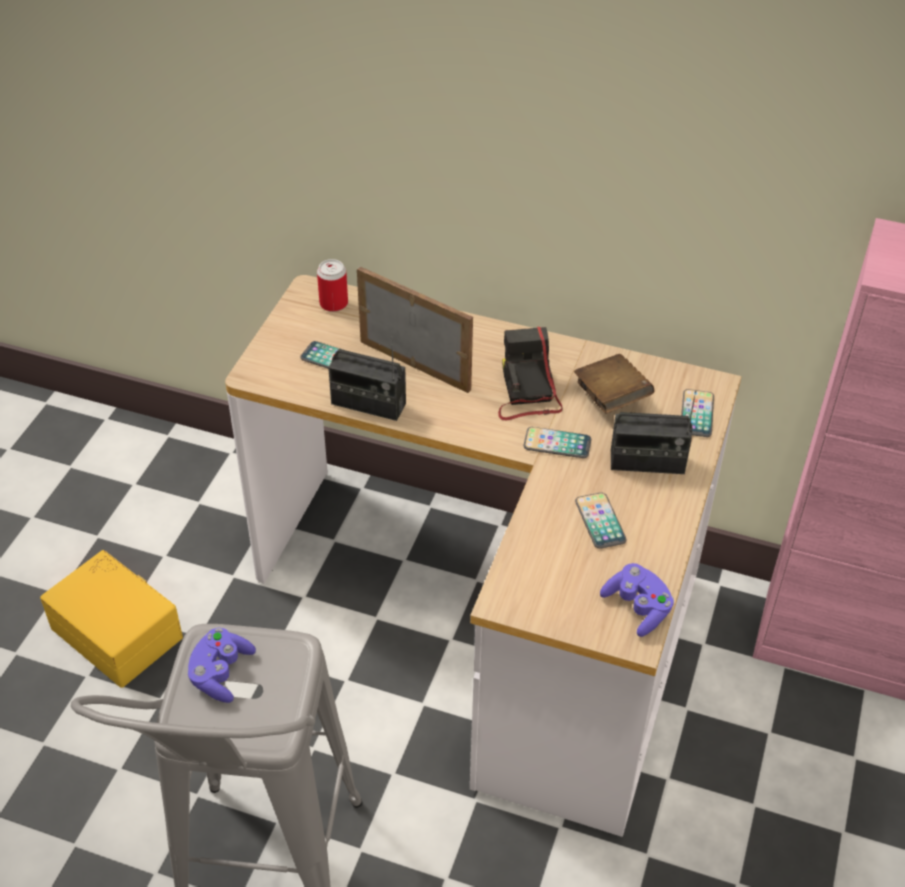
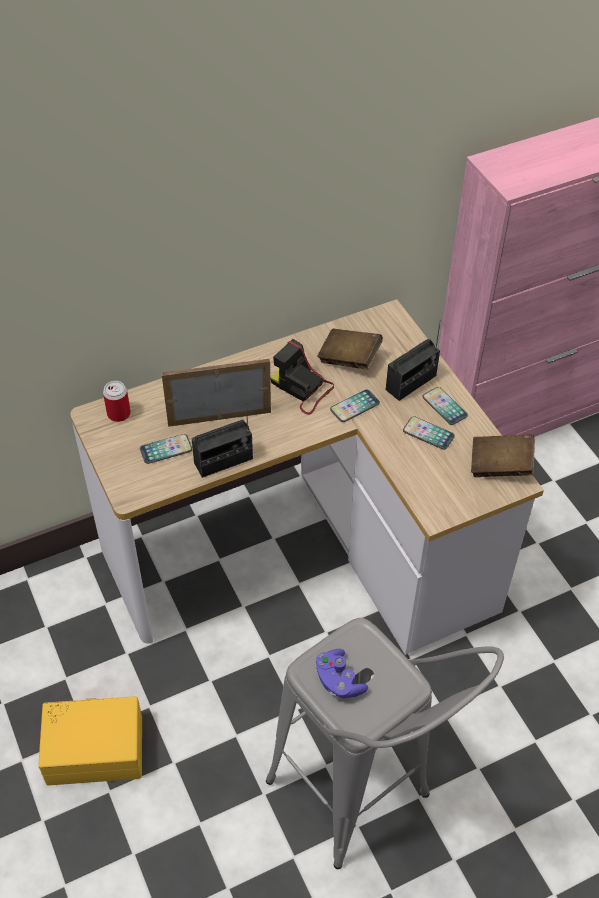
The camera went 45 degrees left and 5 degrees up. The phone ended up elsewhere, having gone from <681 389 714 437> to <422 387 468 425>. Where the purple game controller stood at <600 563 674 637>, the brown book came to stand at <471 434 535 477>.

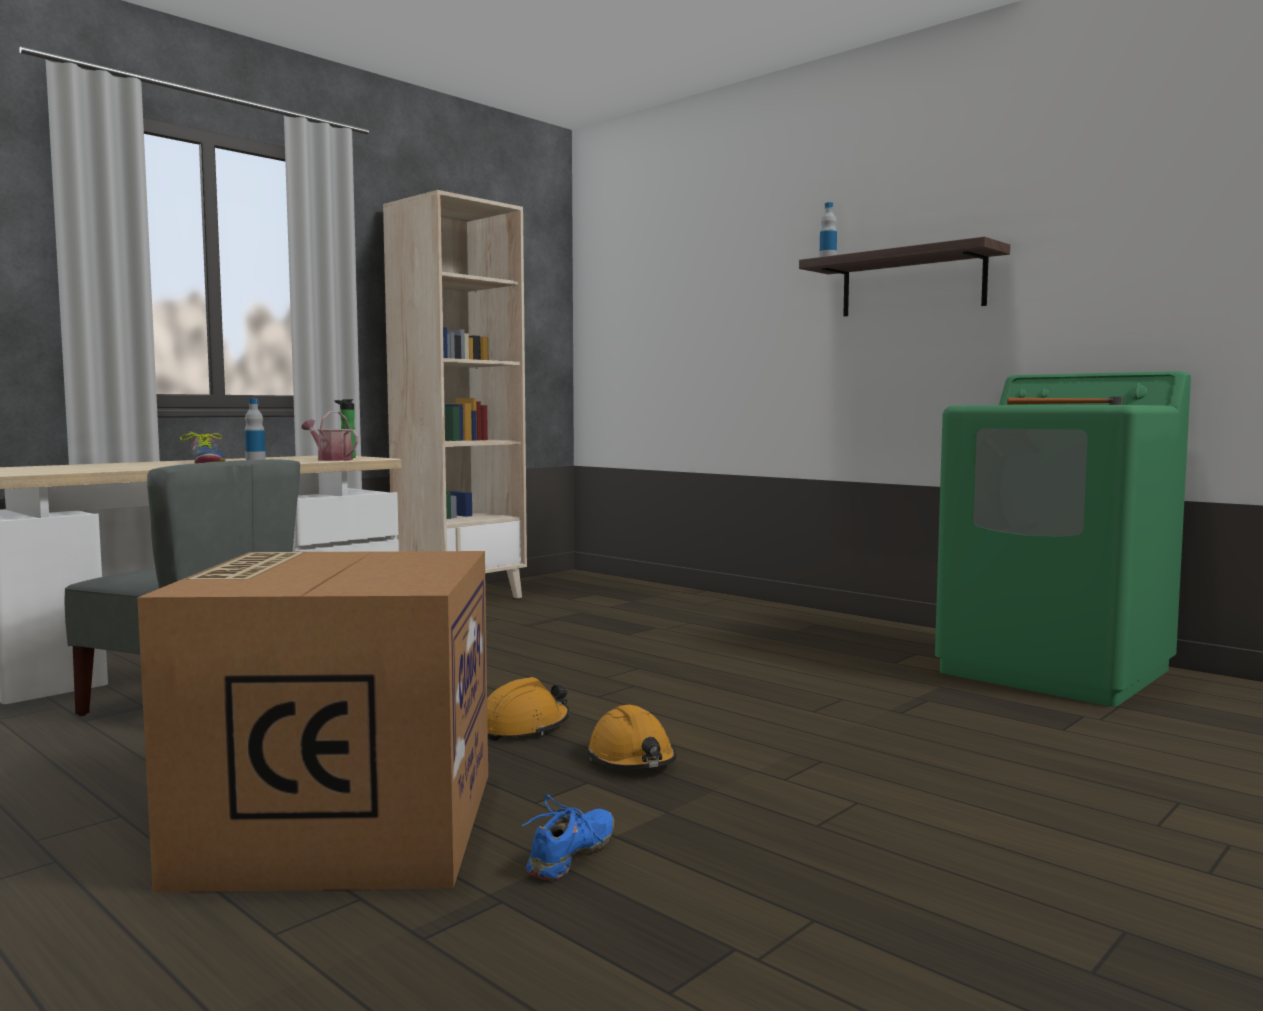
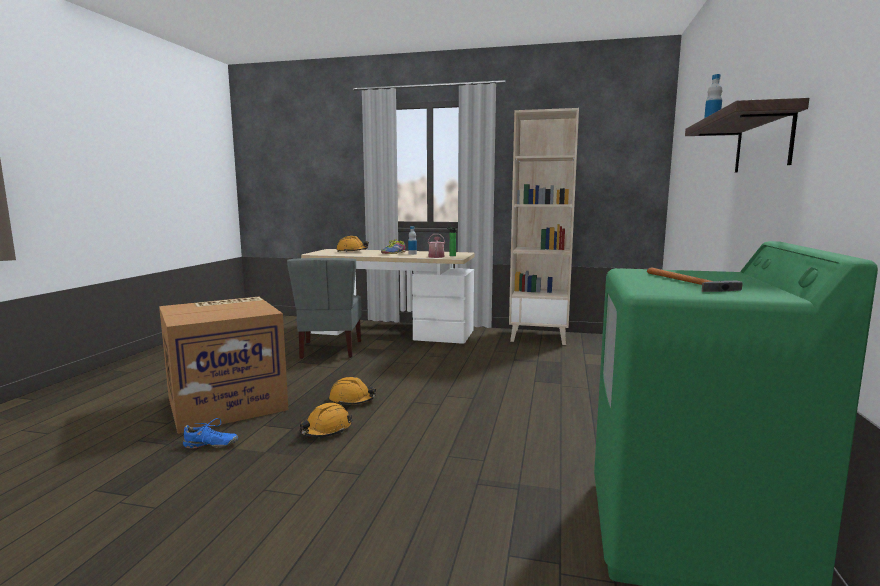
The camera went 60 degrees right and 5 degrees up. The second view gained the orange hard hat at <336 236 369 252>.

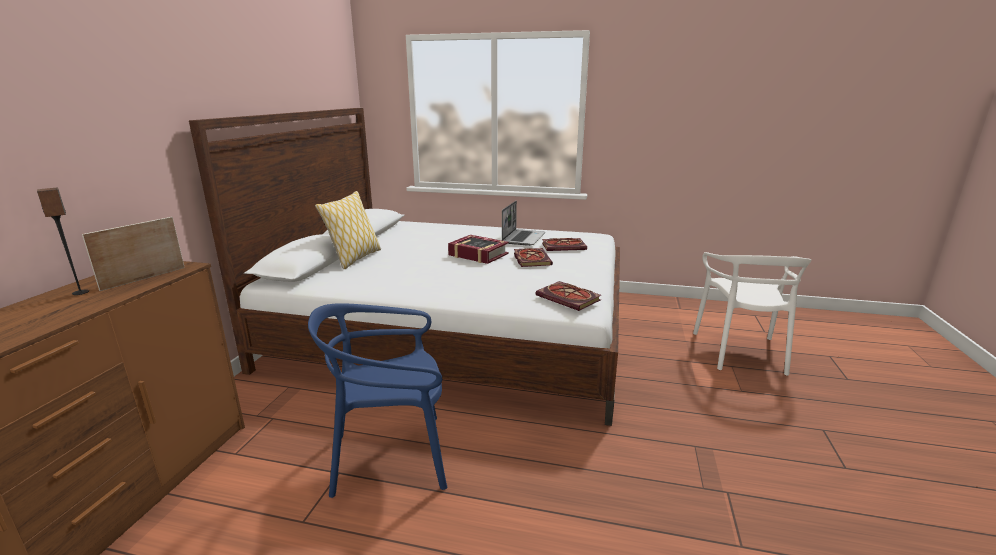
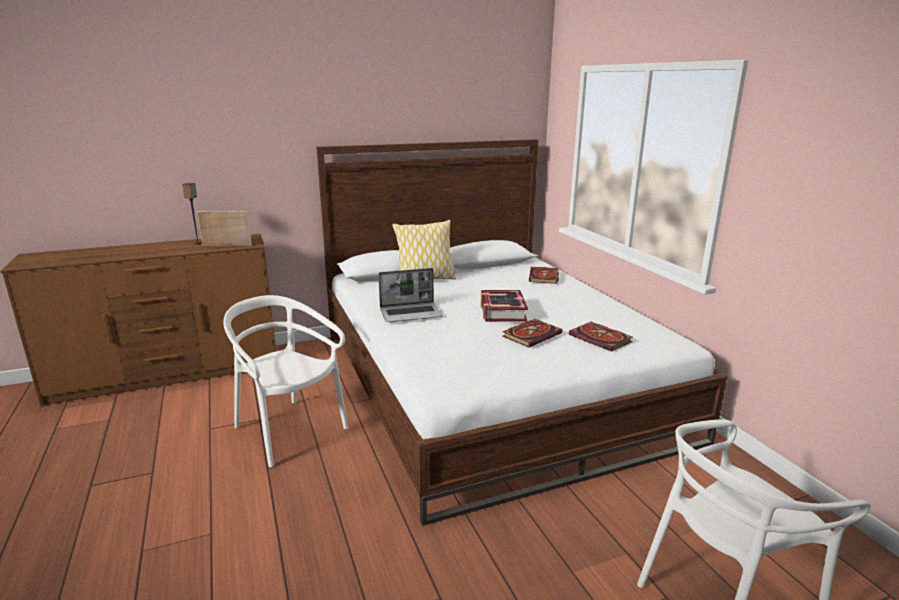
The camera went 55 degrees right and 0 degrees up. What was the blue chair at <308 303 447 498> turned into the white chair at <223 295 349 467>. The laptop ended up elsewhere, having gone from <502 201 545 246> to <378 268 443 322>. The book ended up elsewhere, having gone from <535 281 601 311> to <529 267 559 284>.

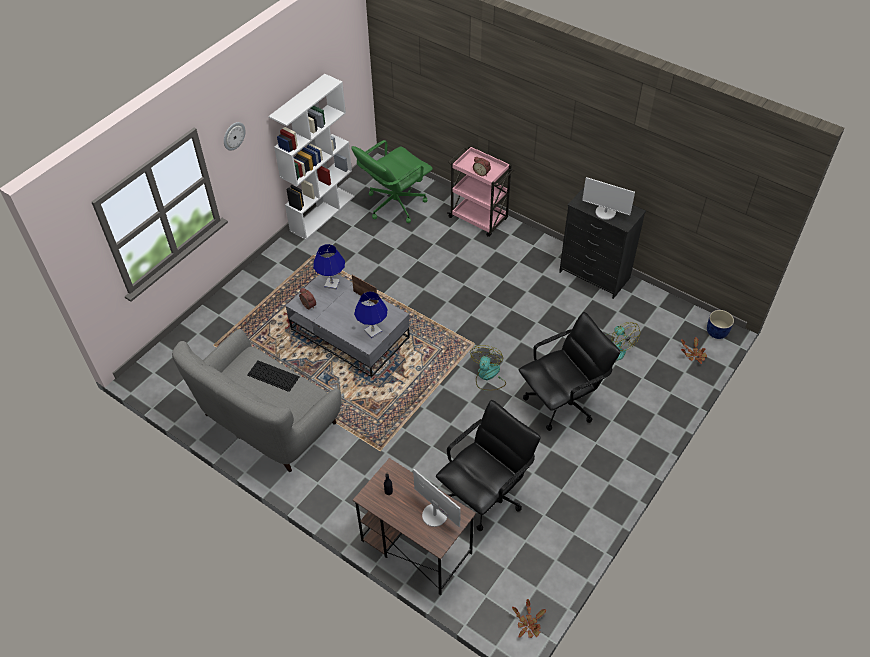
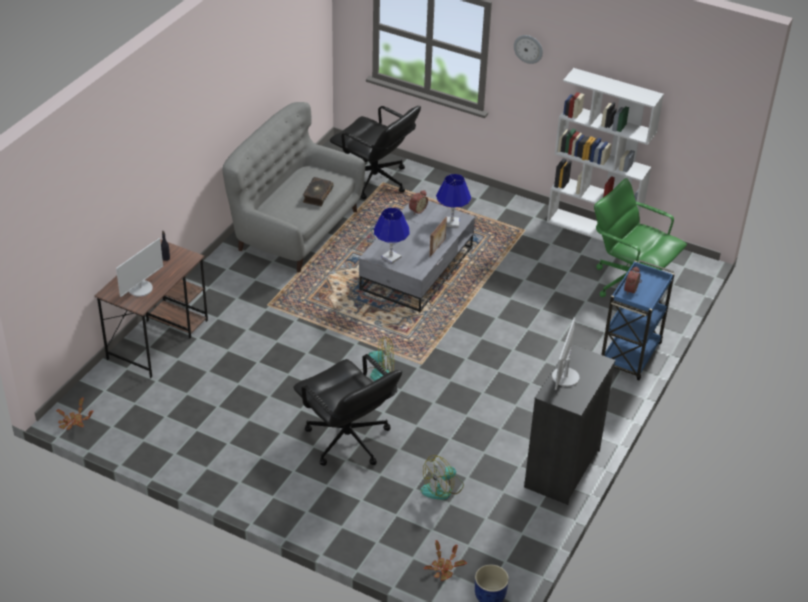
The camera went 80 degrees right and 10 degrees down. Where the keyboard stood at <247 361 300 392>, the book came to stand at <303 177 334 206>. The black office chair ended up elsewhere, having gone from <436 400 541 531> to <330 106 421 199>. What was the pink cart at <447 146 514 237> turned into the blue cart at <601 260 675 380>.

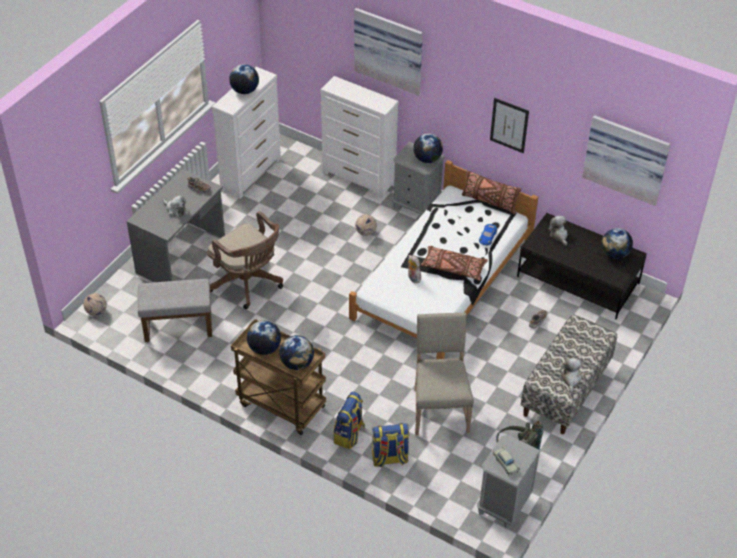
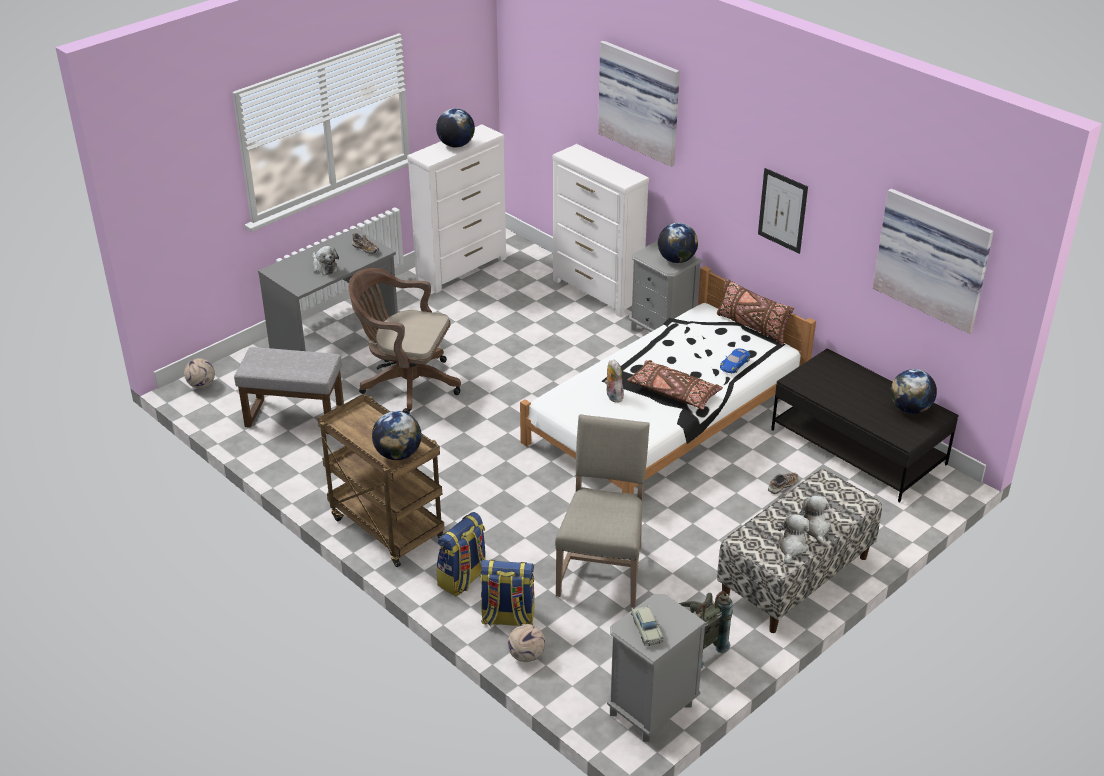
The camera went 15 degrees right and 10 degrees down. The brown office chair at <207 211 283 309> ended up facing another way, 135 degrees clockwise from before. The football ended up elsewhere, having gone from <355 214 377 236> to <508 624 546 662>. The plush toy ended up elsewhere, having gone from <549 216 568 246> to <799 495 831 546>. The second view lost the globe at <247 321 281 355>.

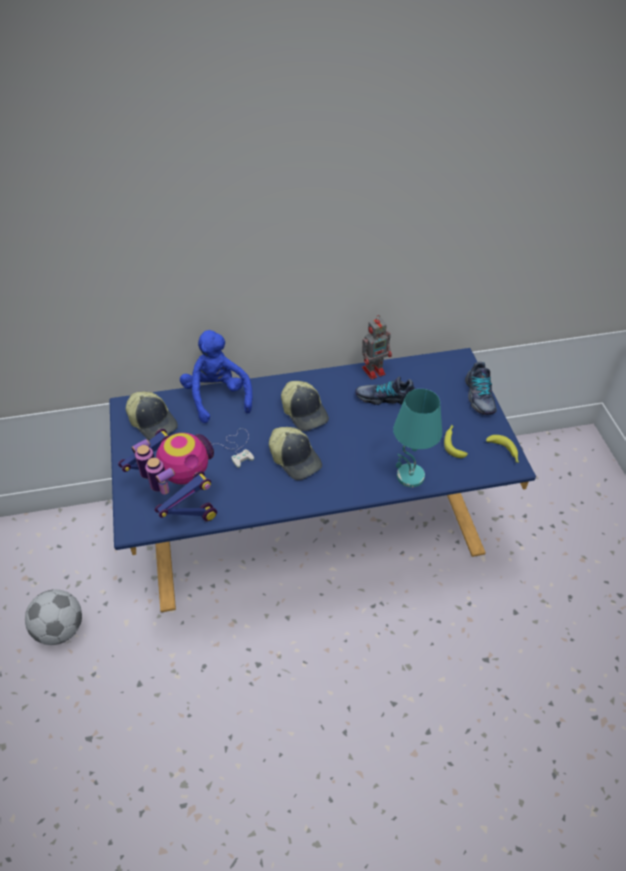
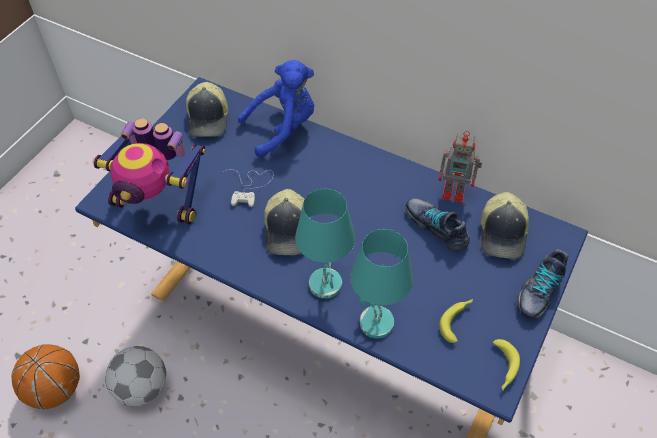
The camera went 40 degrees right and 5 degrees up. The second view gained the basketball at <12 344 80 409>. The toy robot at <118 429 217 522> ended up facing another way, 105 degrees clockwise from before. The football ended up elsewhere, having gone from <25 589 82 645> to <105 346 166 406>. The blue plush toy at <180 330 253 423> ended up facing another way, 45 degrees clockwise from before. The second view gained the turquoise table lamp at <295 189 355 299>. The cap ended up elsewhere, having gone from <281 381 329 431> to <480 192 529 259>.

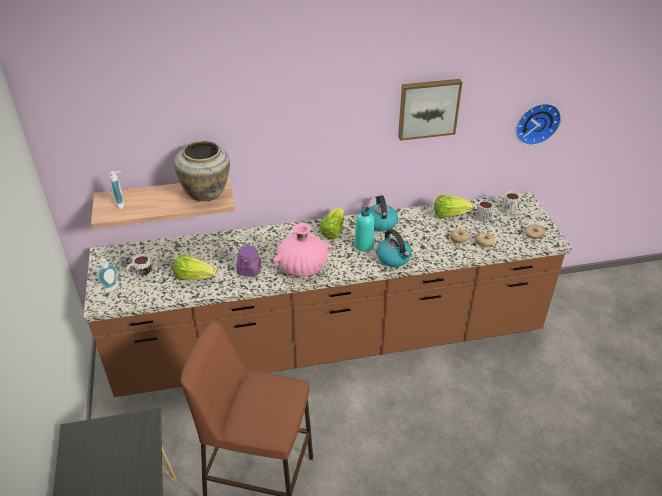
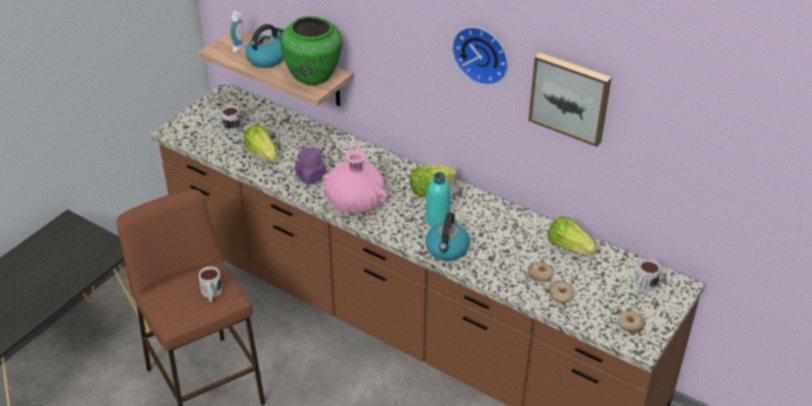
The camera went 45 degrees right and 0 degrees up. The mug ended up elsewhere, having gone from <475 200 499 222> to <199 266 222 301>. The kettle ended up elsewhere, having gone from <370 195 398 232> to <245 24 284 68>. What was the beige vase at <174 141 230 201> turned into the green vase at <280 16 342 85>. The wall clock ended up elsewhere, having gone from <515 103 561 146> to <452 27 508 86>. The second view lost the soap dispenser at <98 258 119 292>.

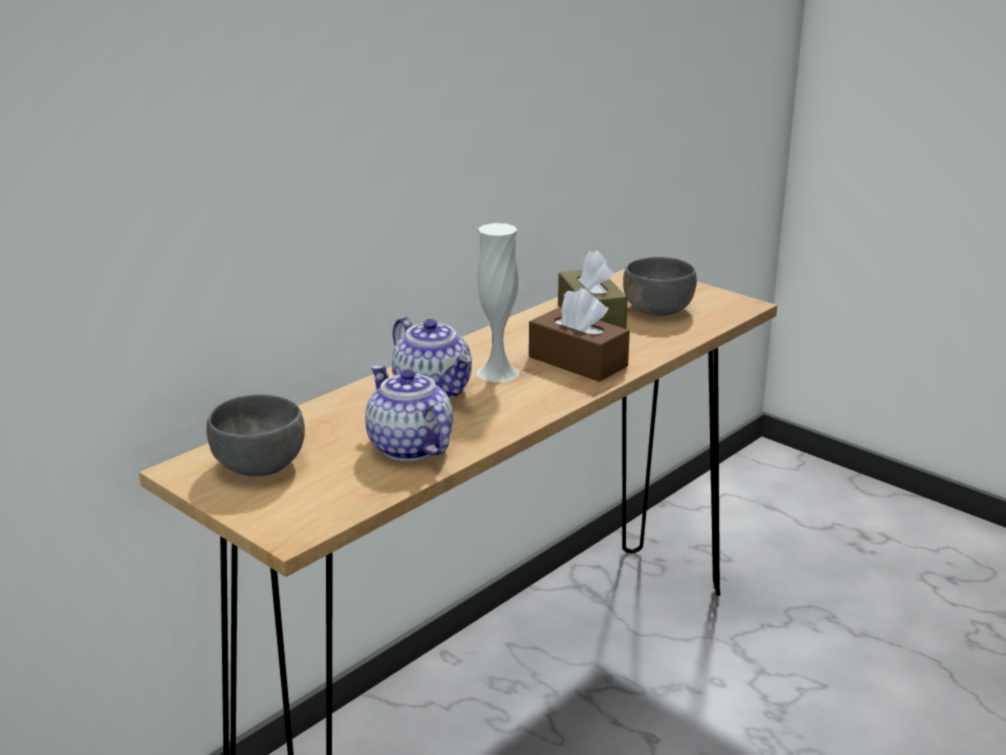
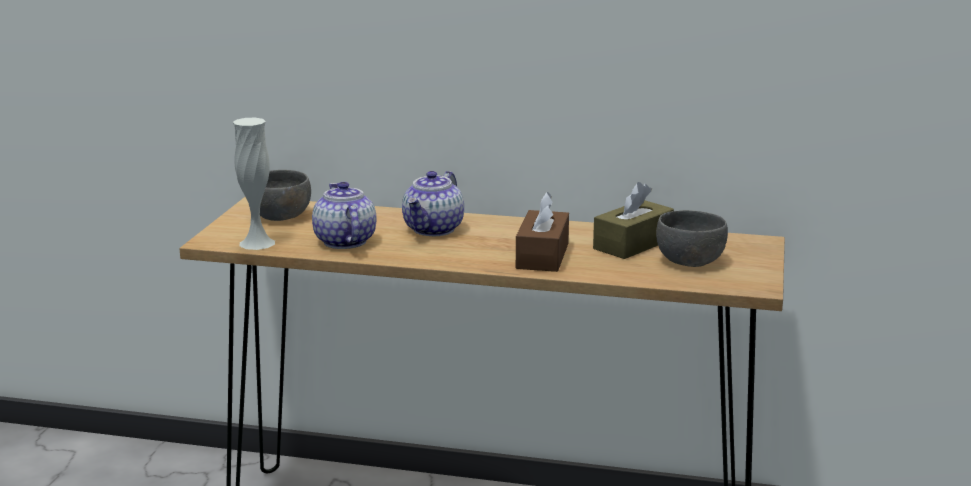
The camera went 60 degrees right and 5 degrees down. The white vase ended up elsewhere, having gone from <477 223 519 382> to <233 118 275 250>. The teapot at <365 365 453 461> ended up facing another way, 45 degrees counterclockwise from before.

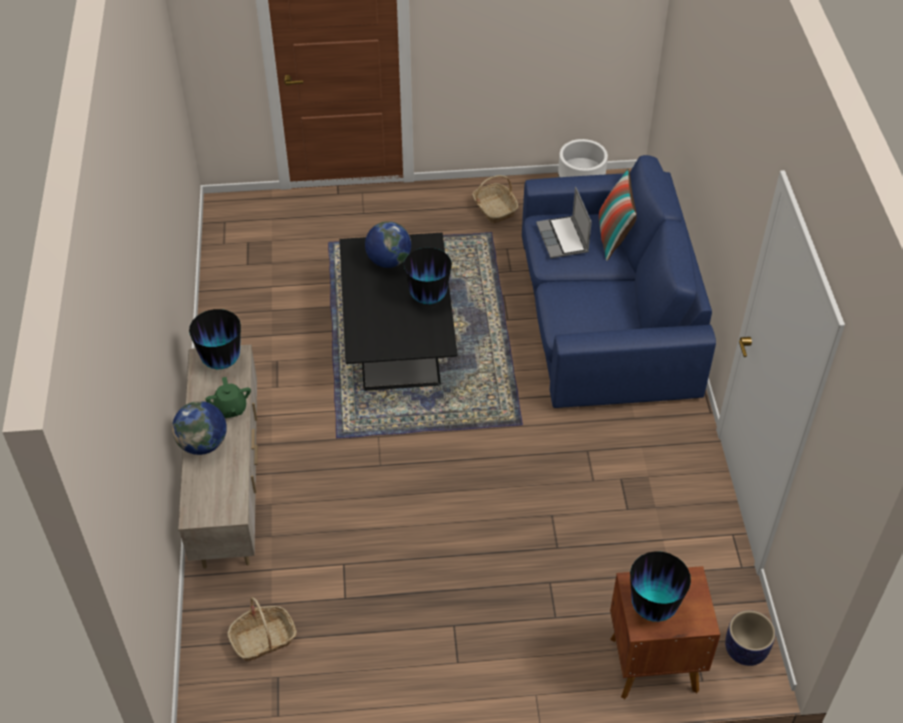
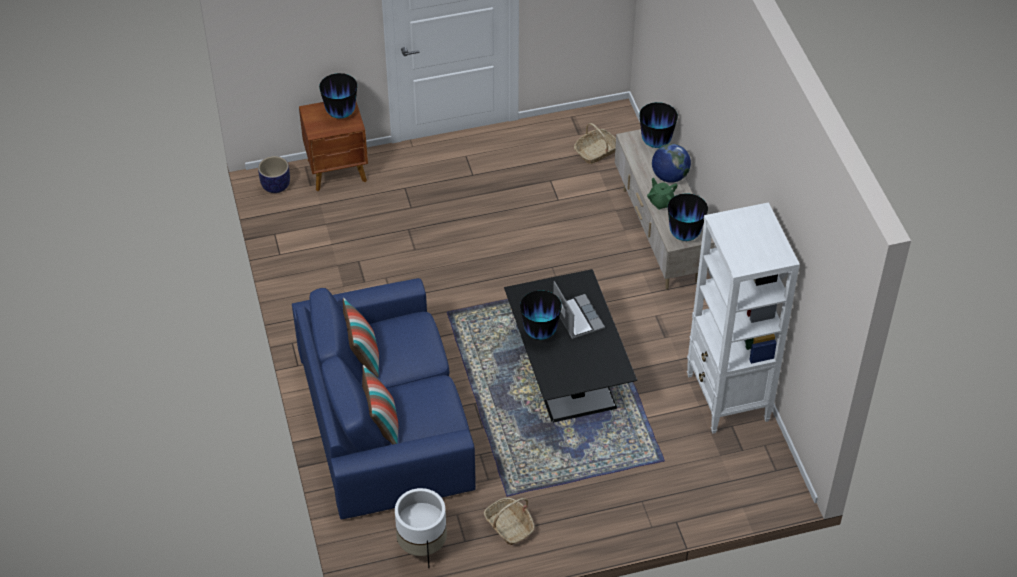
The camera went 170 degrees right and 0 degrees up. The second view gained the pillow at <343 298 379 377>. The laptop ended up elsewhere, having gone from <536 187 592 258> to <553 281 605 339>. The second view gained the vase at <639 102 678 148>. The second view gained the white bookcase at <687 202 800 434>. The second view lost the globe at <365 221 411 268>.

